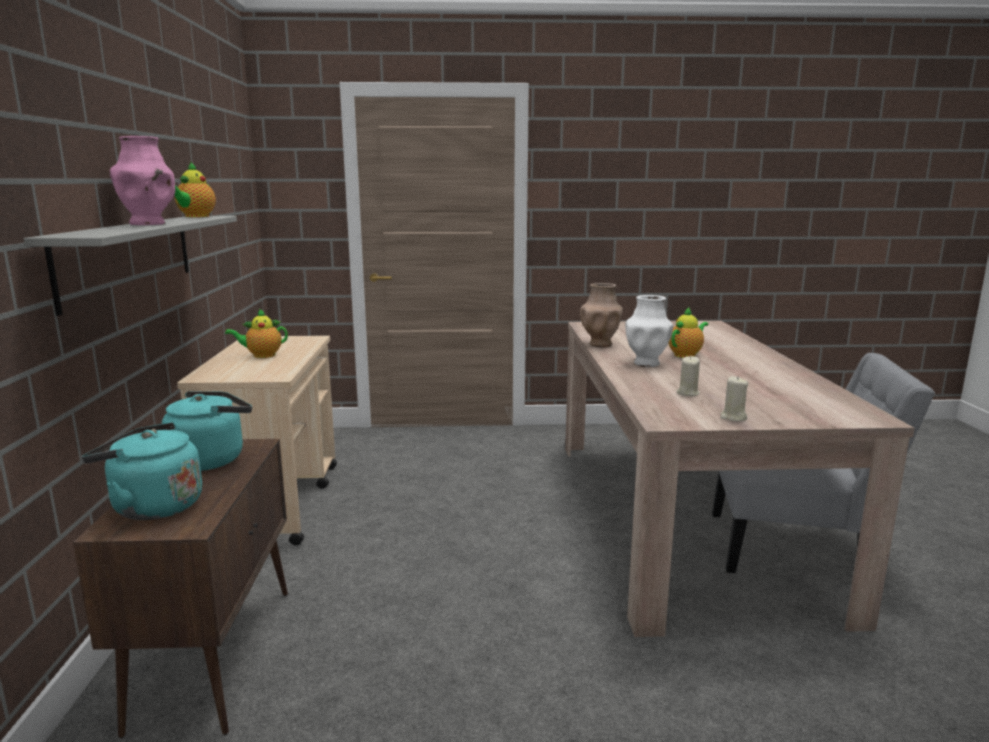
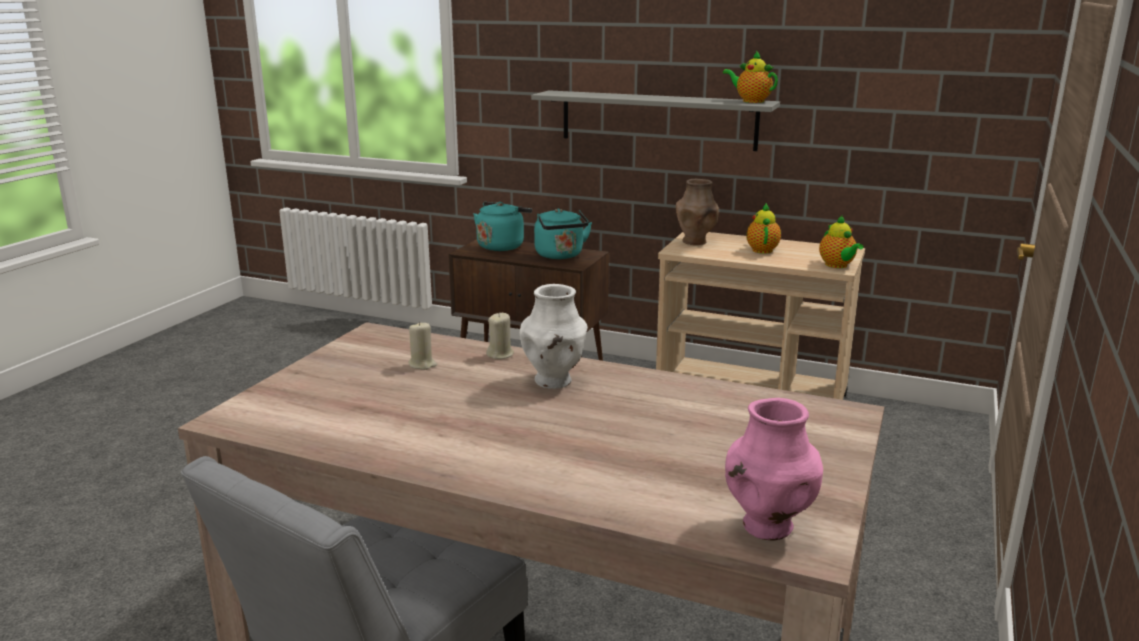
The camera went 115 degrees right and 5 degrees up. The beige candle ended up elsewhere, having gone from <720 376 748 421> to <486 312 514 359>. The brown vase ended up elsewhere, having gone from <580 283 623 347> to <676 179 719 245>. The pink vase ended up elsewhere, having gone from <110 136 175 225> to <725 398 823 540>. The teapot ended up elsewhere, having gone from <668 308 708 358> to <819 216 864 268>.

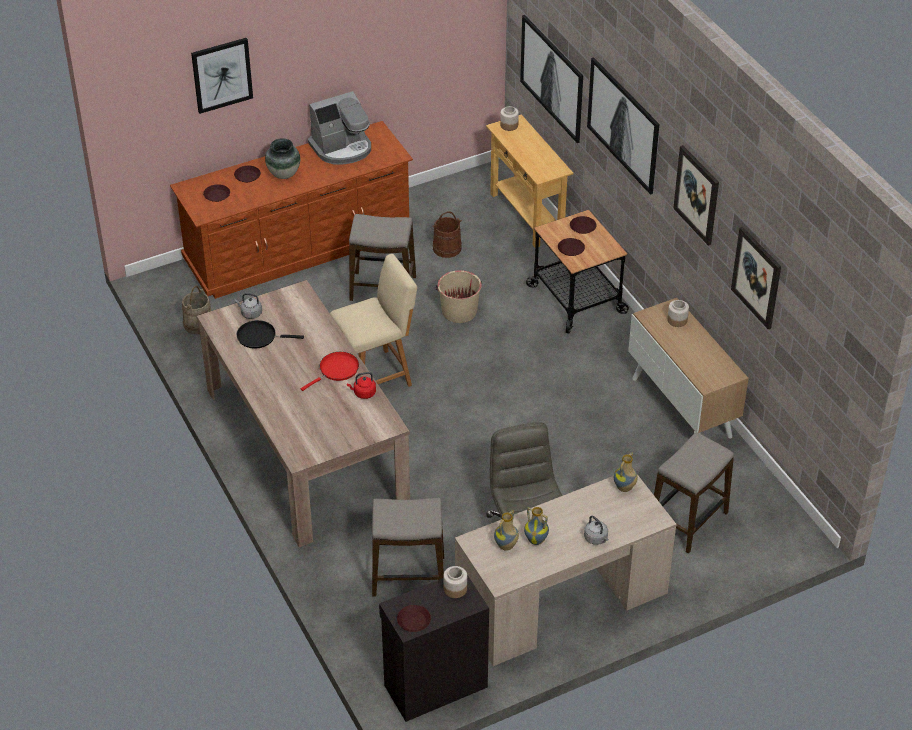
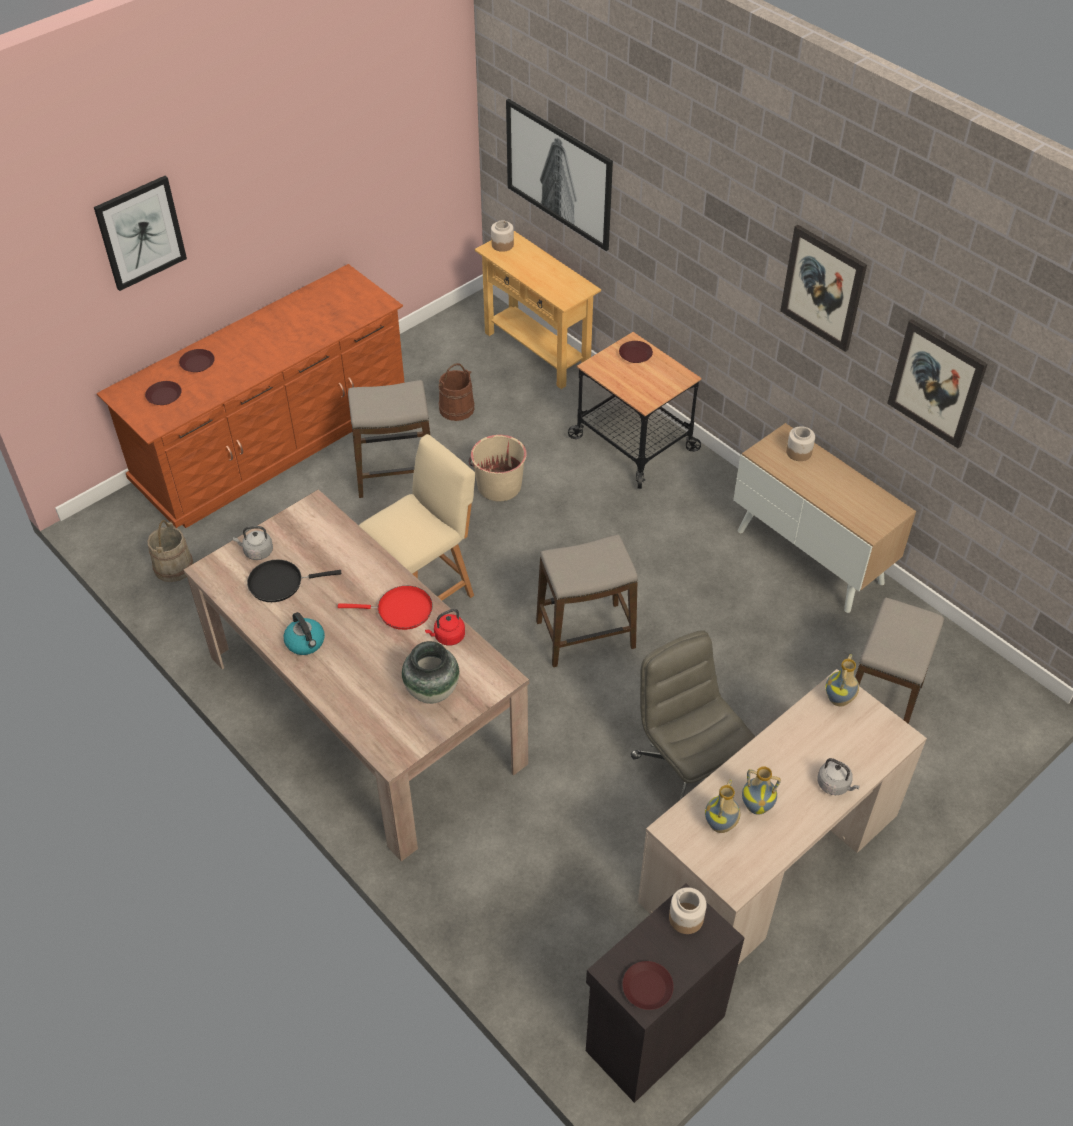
The camera went 15 degrees left and 5 degrees up. The second view gained the kettle at <284 612 325 655>. The red frying pan at <301 352 359 391> ended up facing another way, 60 degrees clockwise from before. The vase ended up elsewhere, having gone from <265 138 300 179> to <402 641 459 704>. The stool ended up elsewhere, having gone from <372 498 444 596> to <536 535 638 667>. The second view lost the coffee machine at <308 91 371 165>. The second view lost the brown plate at <558 238 585 256>. The second view lost the picture at <587 57 659 195>.

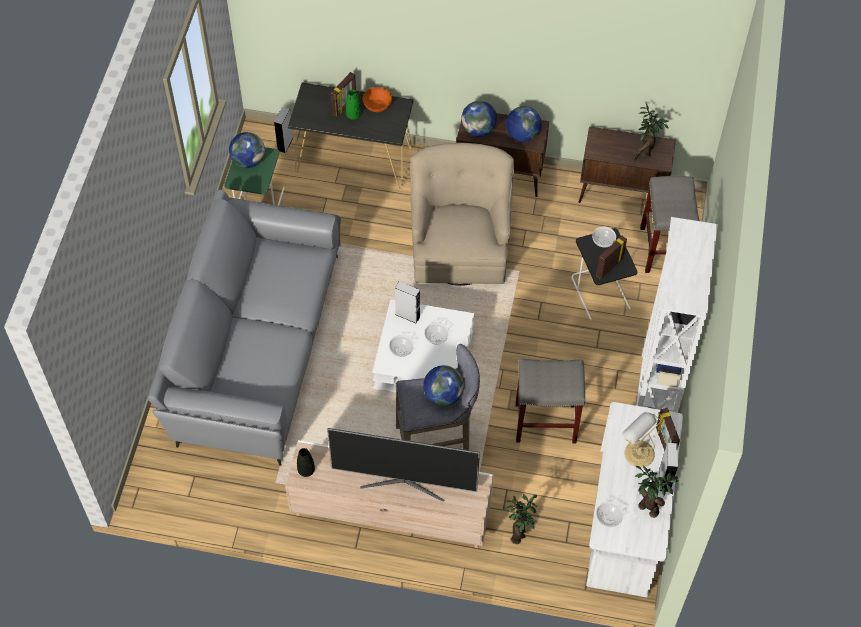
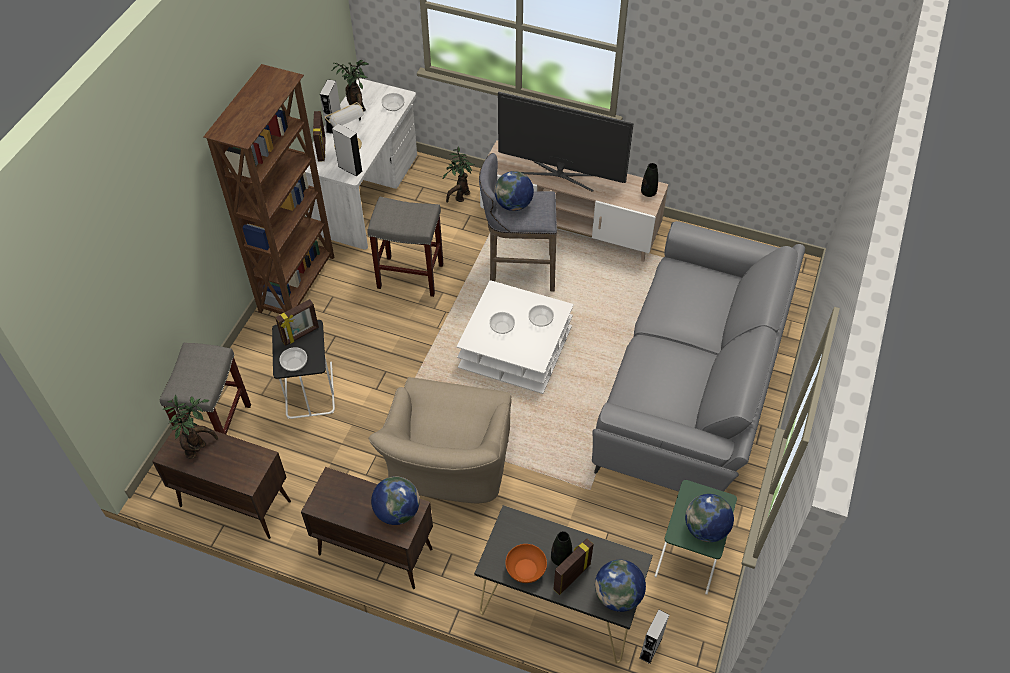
The camera went 170 degrees left and 5 degrees down. What was the white bookcase at <636 217 718 413> turned into the brown bookcase at <203 64 334 314>. The grey speaker ended up elsewhere, having gone from <395 281 421 324> to <332 124 362 177>. What was the green vase at <346 90 361 120> turned into the black vase at <551 531 572 566>. The globe ended up elsewhere, having gone from <506 106 542 142> to <595 560 646 612>.

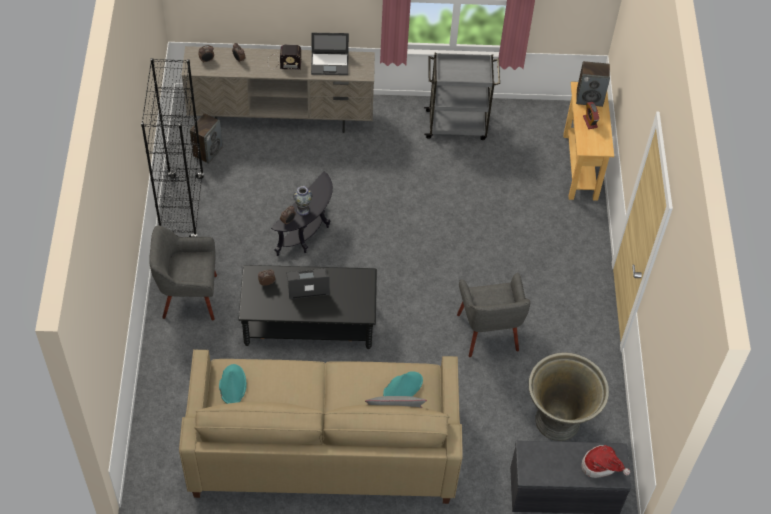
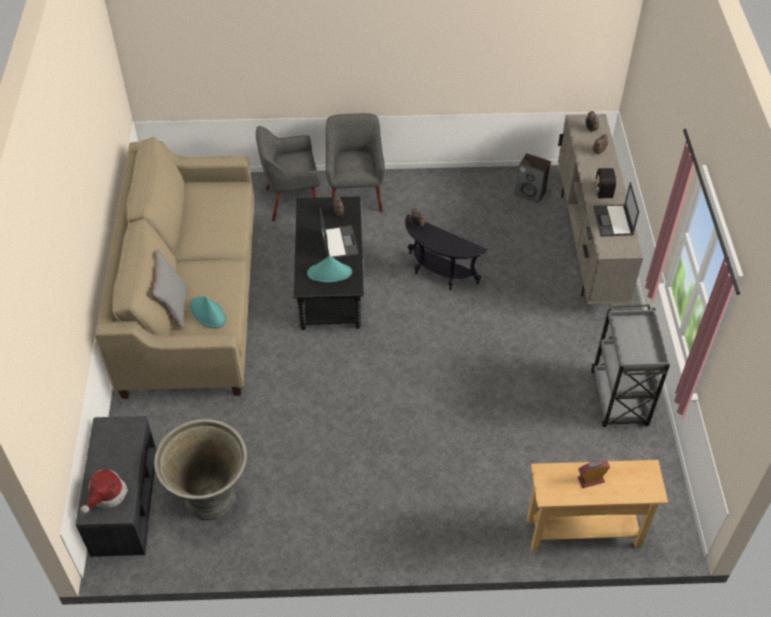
The camera went 90 degrees right and 5 degrees down. The grey armchair ended up elsewhere, having gone from <457 273 530 357> to <256 126 320 221>. The turquoise hat ended up elsewhere, having gone from <219 364 247 404> to <307 256 352 283>. The second view lost the black bookcase at <141 58 205 237>. The second view lost the vase at <293 186 313 216>. The second view lost the speaker at <576 61 610 107>.

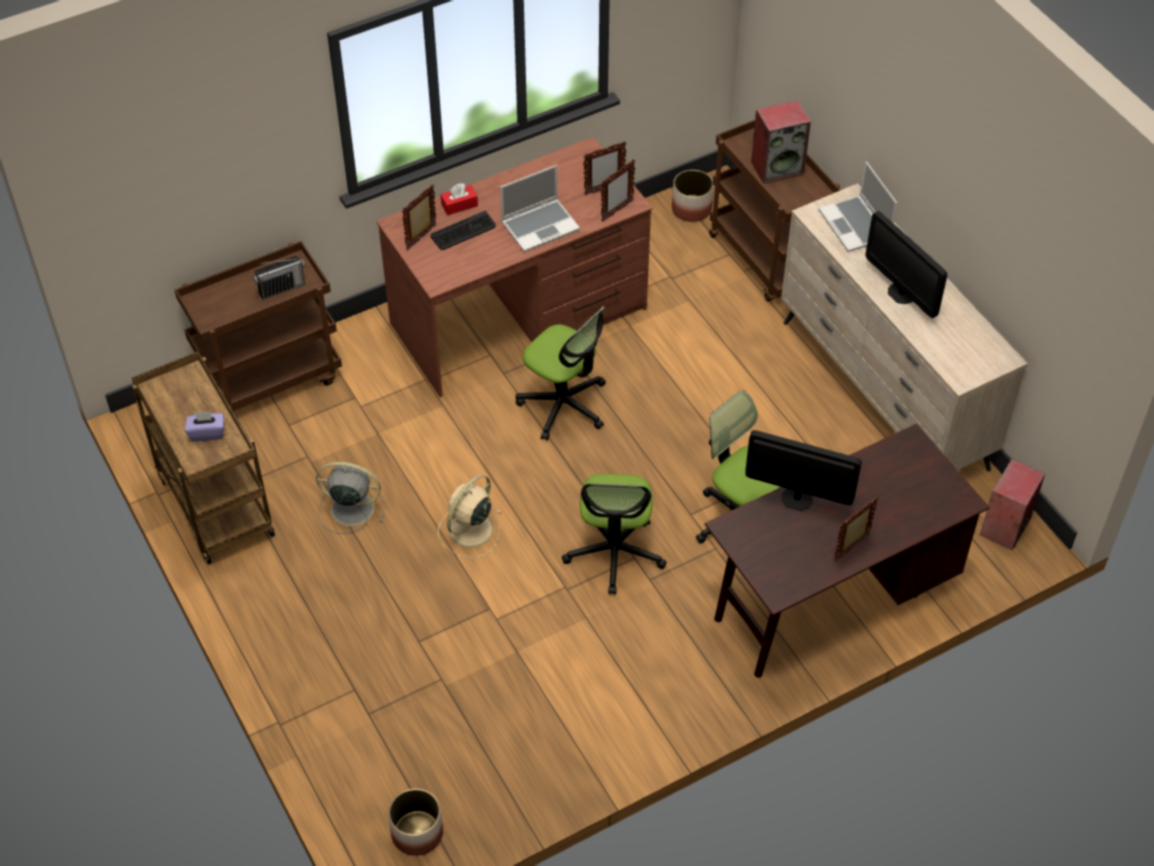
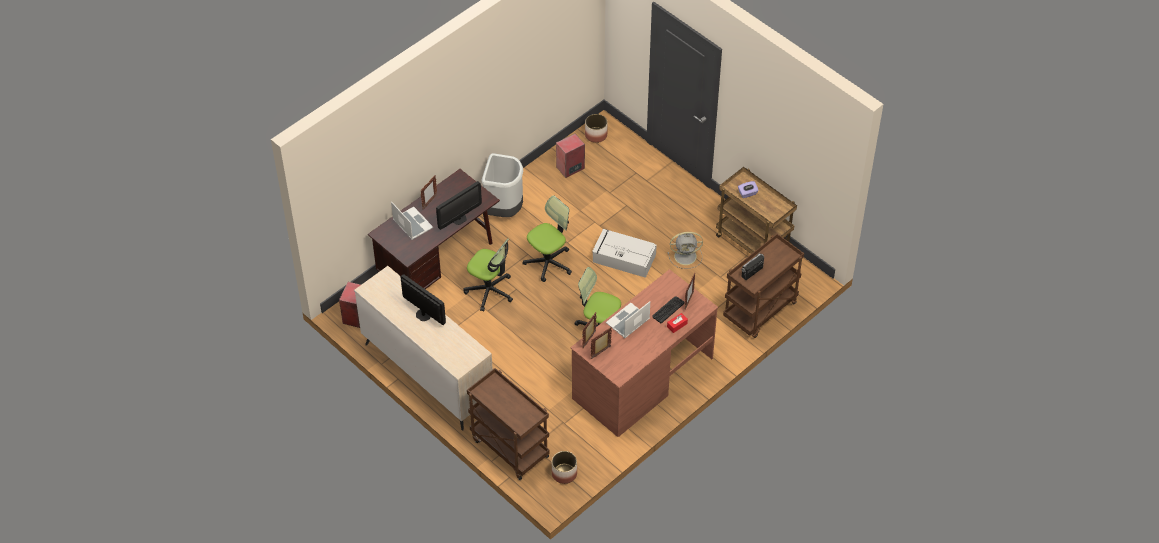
The camera went 165 degrees right and 0 degrees up. The laptop ended up elsewhere, having gone from <818 161 897 252> to <391 202 433 240>. The monitor at <745 430 862 511> ended up facing another way, 45 degrees counterclockwise from before. The second view gained the grey trash can at <481 153 523 217>. The office chair at <562 474 667 594> ended up facing another way, 60 degrees clockwise from before. The speaker ended up elsewhere, having gone from <751 100 811 184> to <556 134 585 178>. Where the beige fan stood at <438 475 502 558>, the grey storage box came to stand at <592 229 657 278>.

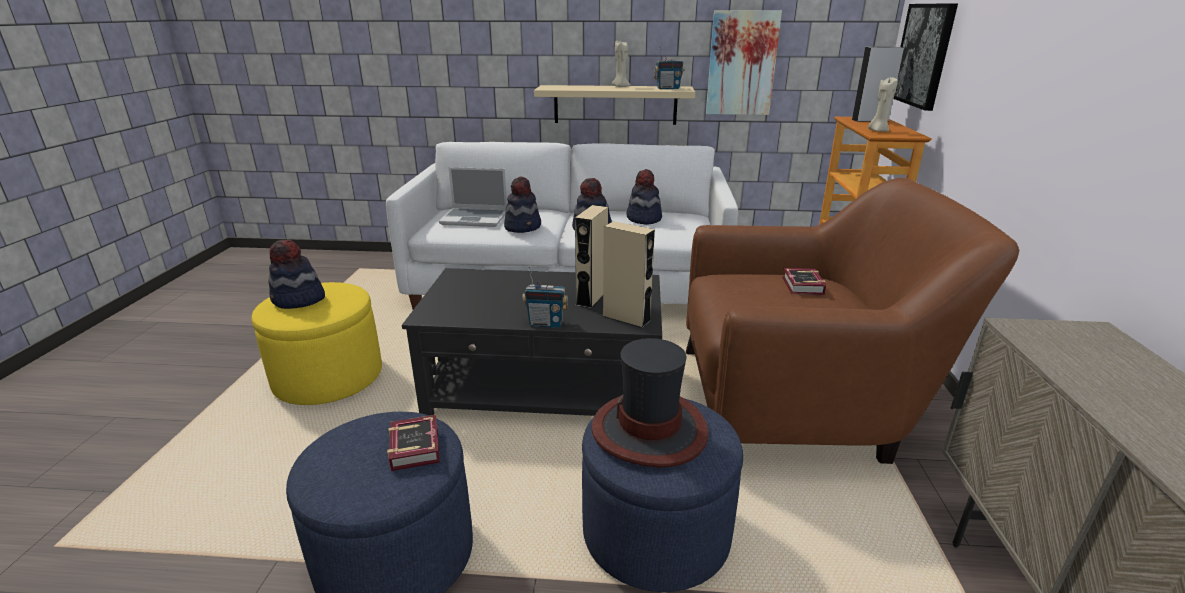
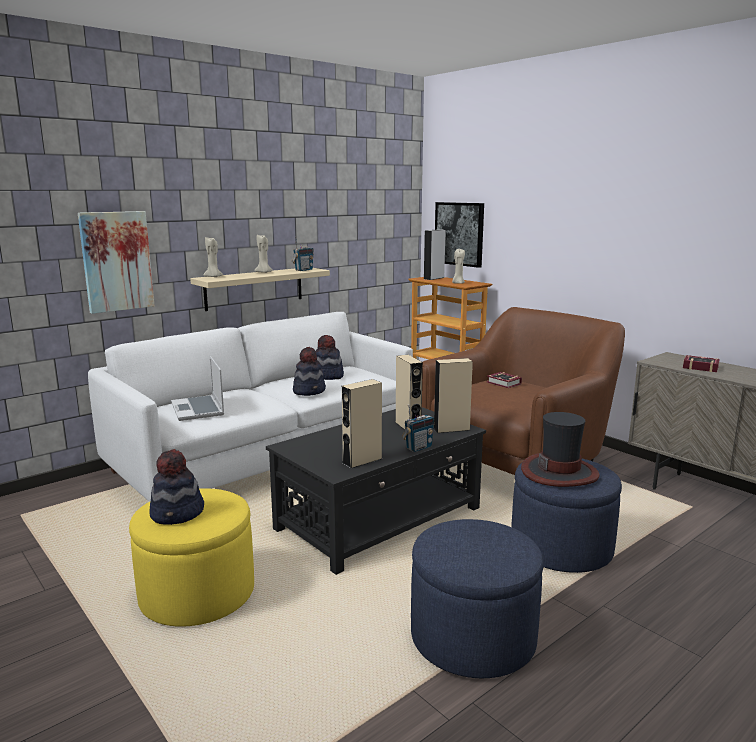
The camera went 45 degrees left and 10 degrees down. The picture ended up elsewhere, having gone from <706 10 782 115> to <78 211 155 314>. The laptop at <439 167 507 227> ended up facing another way, 105 degrees clockwise from before. The second view gained the beige candle at <203 237 223 277>. The second view gained the beige speaker at <342 379 382 469>. The book ended up elsewhere, having gone from <387 415 440 471> to <683 355 720 372>. The second view lost the hat at <504 177 541 233>.

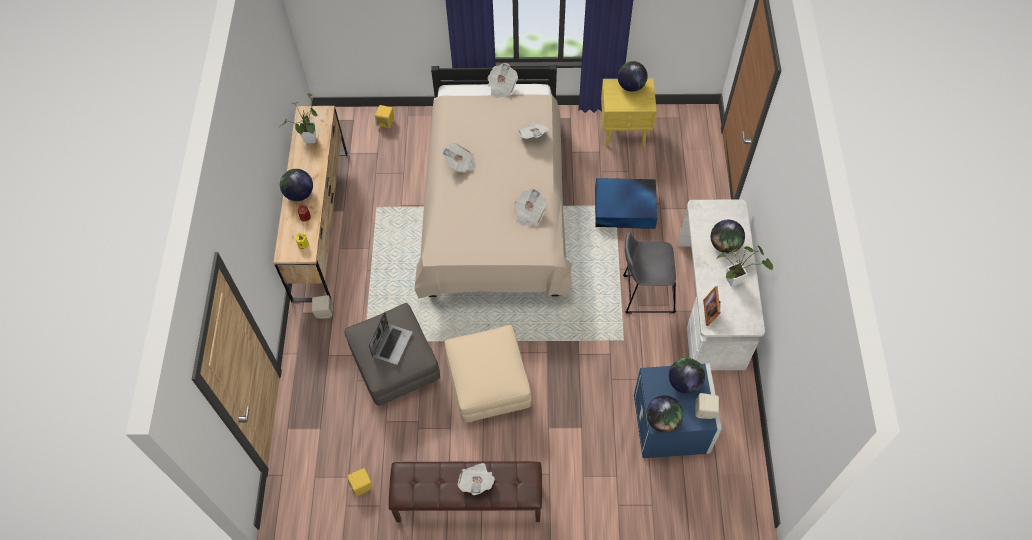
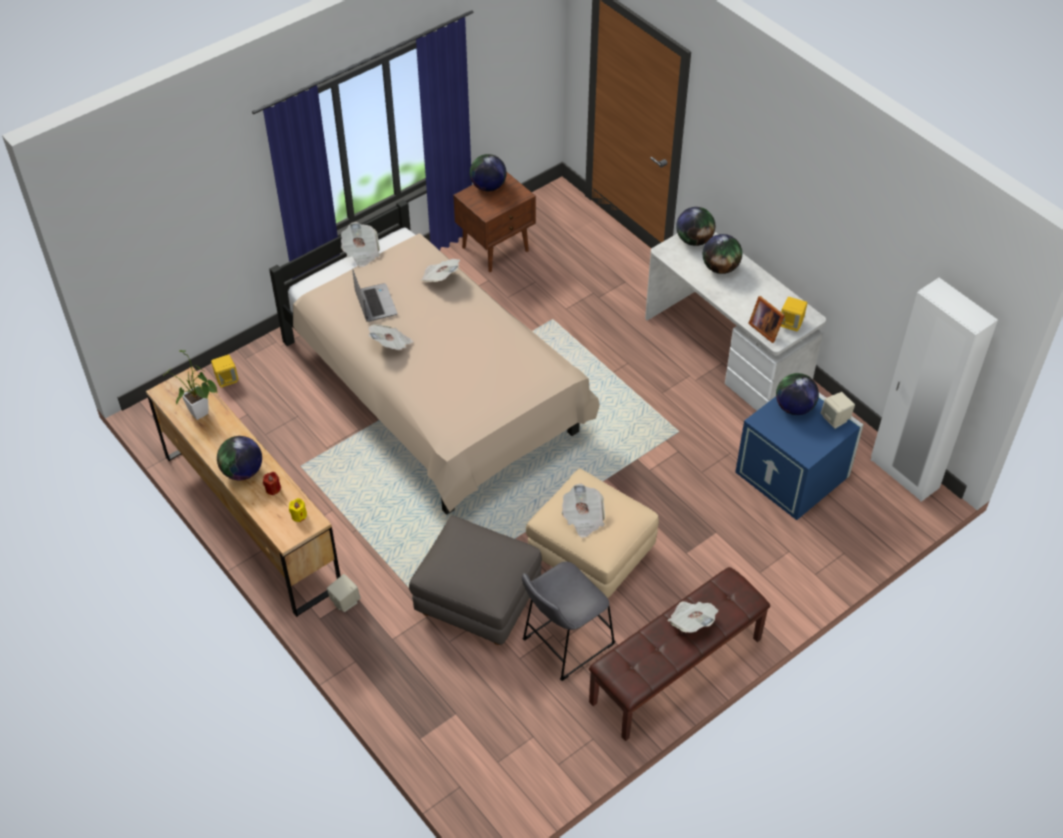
The camera went 40 degrees left and 10 degrees down. The laptop ended up elsewhere, having gone from <368 312 412 365> to <352 269 397 322>. What was the yellow nightstand at <601 78 657 147> turned into the brown nightstand at <453 171 536 272>. The grey stool ended up elsewhere, having gone from <623 232 676 313> to <522 561 616 681>. The newspaper ended up elsewhere, having gone from <514 189 547 226> to <562 483 605 538>. The globe ended up elsewhere, having gone from <646 395 683 432> to <676 207 715 246>. The yellow speaker ended up elsewhere, having gone from <347 468 372 496> to <781 297 807 332>. The second view gained the white wardrobe at <871 278 998 502>. The second view lost the blue storage box at <595 178 657 229>. The second view lost the potted plant at <716 245 773 287>.

